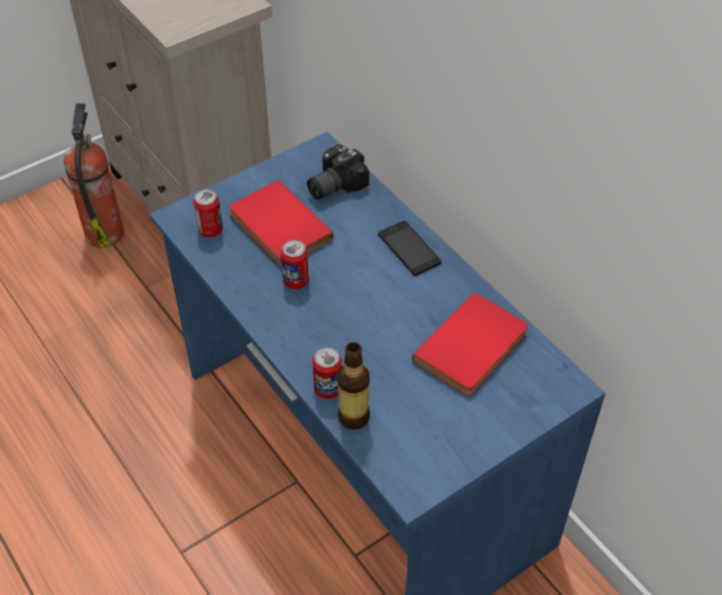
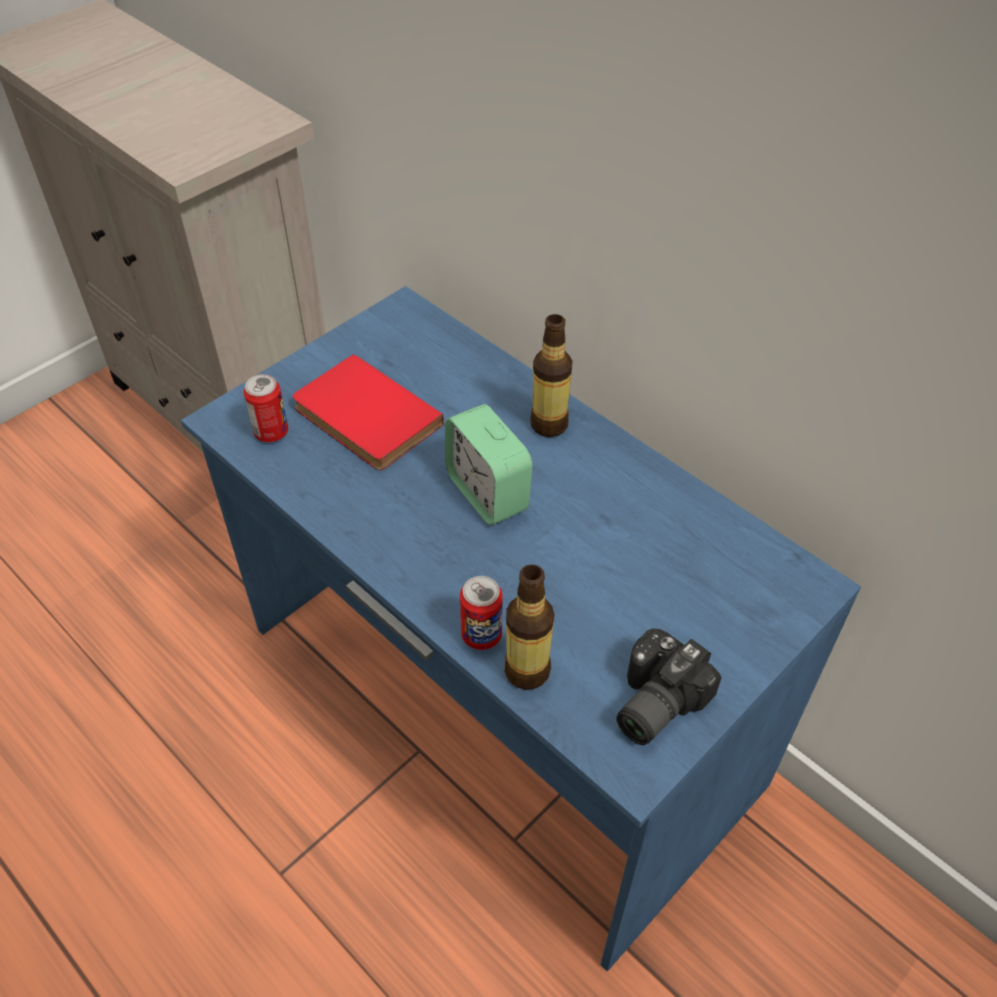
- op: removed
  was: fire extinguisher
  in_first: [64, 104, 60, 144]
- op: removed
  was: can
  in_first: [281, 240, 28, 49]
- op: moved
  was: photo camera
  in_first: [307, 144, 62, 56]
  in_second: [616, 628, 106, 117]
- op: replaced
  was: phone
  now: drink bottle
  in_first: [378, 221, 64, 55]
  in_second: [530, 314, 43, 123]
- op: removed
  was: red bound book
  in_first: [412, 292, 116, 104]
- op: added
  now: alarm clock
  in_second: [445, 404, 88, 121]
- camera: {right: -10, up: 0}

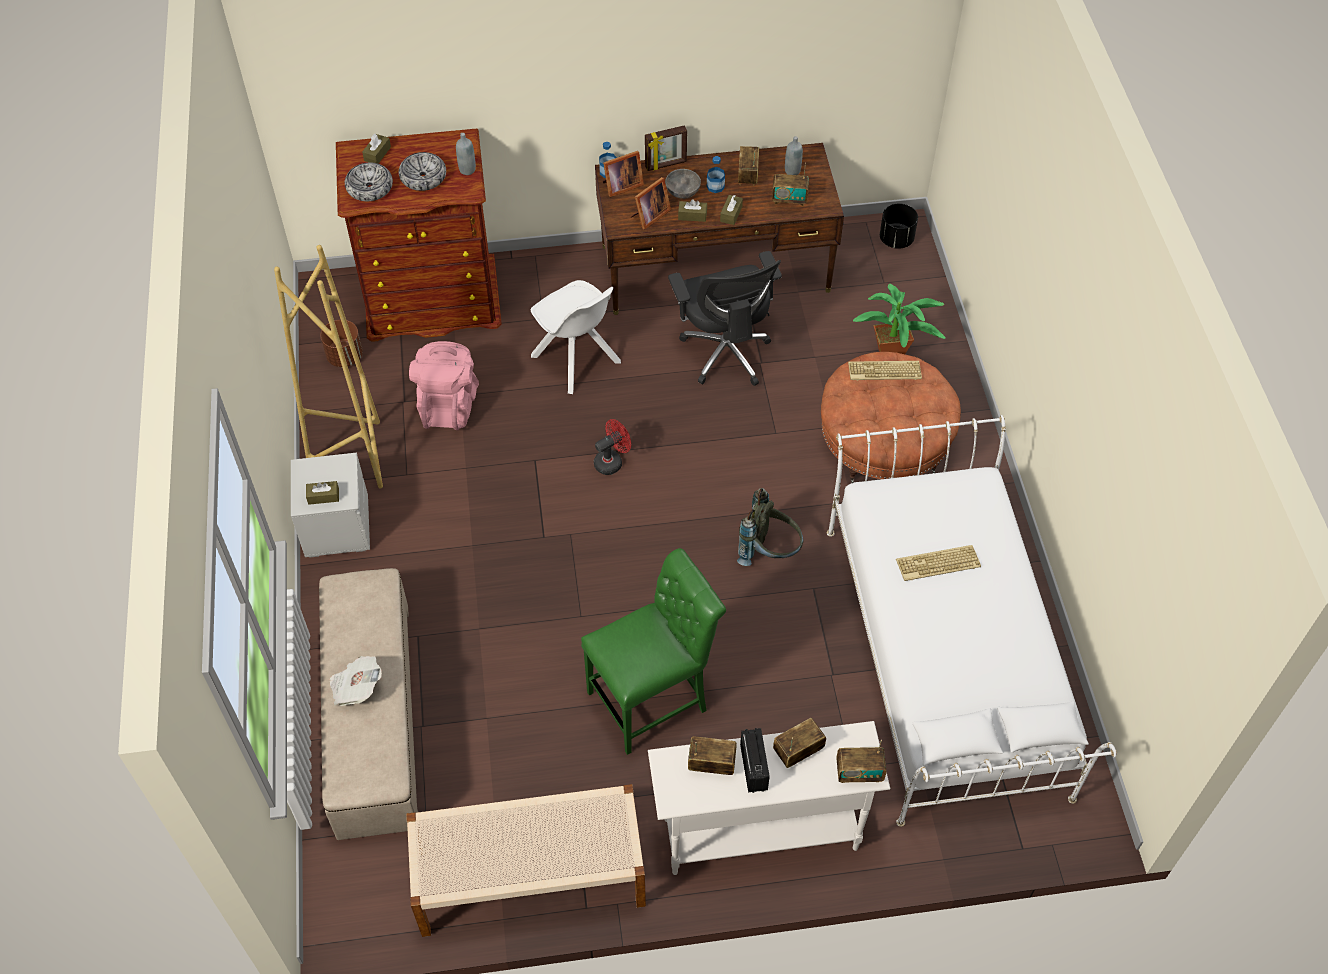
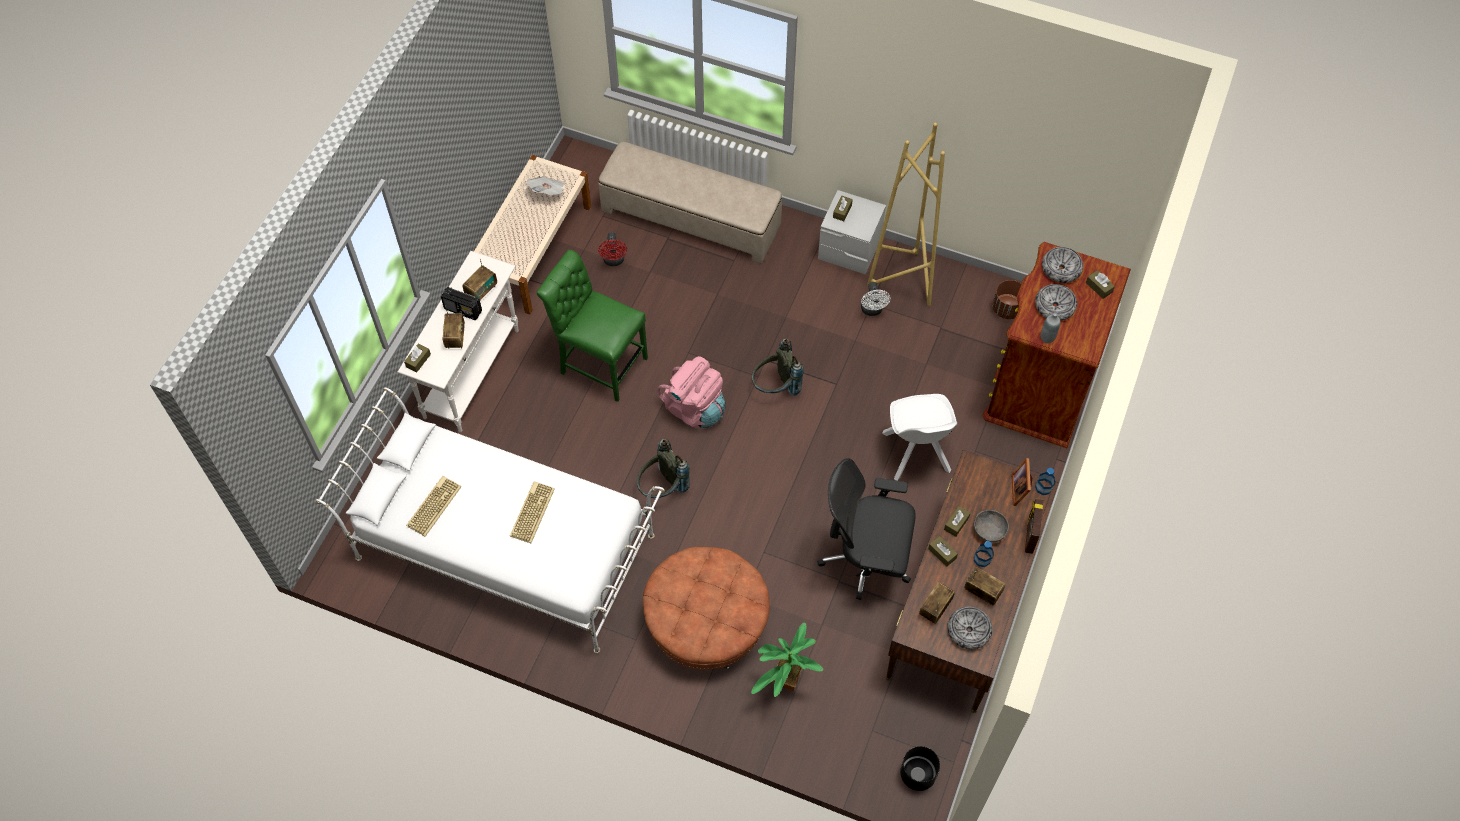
- op: moved
  was: daily paper
  in_first: [330, 656, 52, 50]
  in_second: [526, 176, 39, 19]
- op: moved
  was: pink-coloured backpack
  in_first: [409, 341, 70, 90]
  in_second: [657, 356, 69, 72]
- op: turned
  was: white chair
  in_first: [531, 280, 90, 114]
  in_second: [882, 394, 75, 87]
  clockwise: -90
- op: turned
  was: green chair
  in_first: [581, 548, 145, 207]
  in_second: [537, 250, 111, 152]
  clockwise: 120
- op: moved
  was: red electric fan
  in_first: [594, 419, 37, 56]
  in_second: [598, 232, 29, 34]
- op: removed
  was: standing frame
  in_first: [631, 177, 40, 53]
- op: replaced
  was: greyish drink bottle
  now: serving bowl
  in_first: [785, 136, 18, 39]
  in_second: [947, 606, 45, 44]
- op: replaced
  was: radio
  now: brown tissue holder
  in_first: [836, 740, 50, 43]
  in_second: [404, 343, 27, 30]
- op: moved
  was: PC keyboard
  in_first: [848, 361, 74, 20]
  in_second: [406, 476, 55, 61]
- op: added
  now: greyish backpack
  in_second: [752, 339, 52, 57]
- op: added
  now: white electric fan
  in_second: [861, 282, 29, 34]
- camera: {right: 120, up: 5}

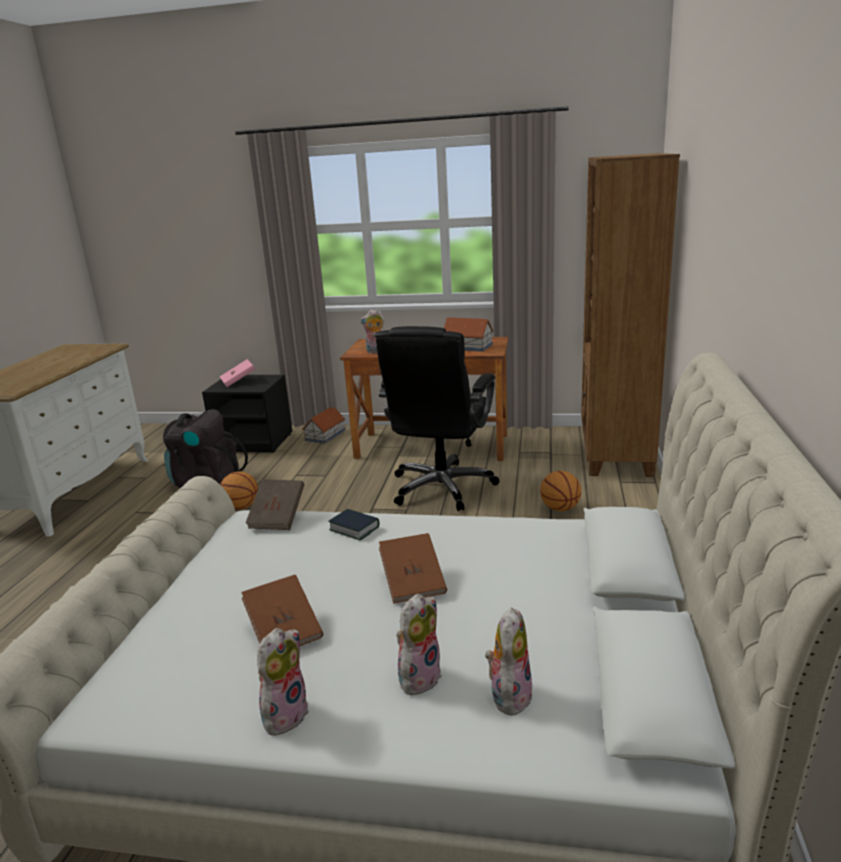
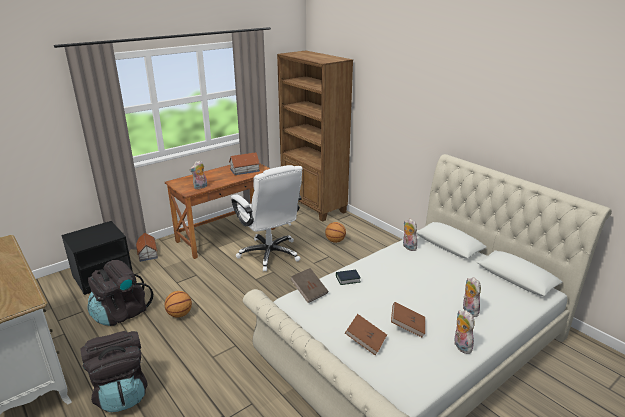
- op: removed
  was: pink-coloured bound book
  in_first: [220, 359, 35, 28]
- op: recoloured
  was: black desk chair
  now: white desk chair
  in_first: [375, 326, 125, 185]
  in_second: [231, 165, 71, 107]
- op: moved
  was: brown bound book
  in_first: [379, 533, 68, 71]
  in_second: [345, 314, 42, 41]
- op: moved
  was: soft toy
  in_first: [485, 608, 47, 110]
  in_second: [403, 219, 14, 32]
- op: added
  now: black backpack
  in_second: [80, 331, 68, 81]
- camera: {right: -50, up: 5}

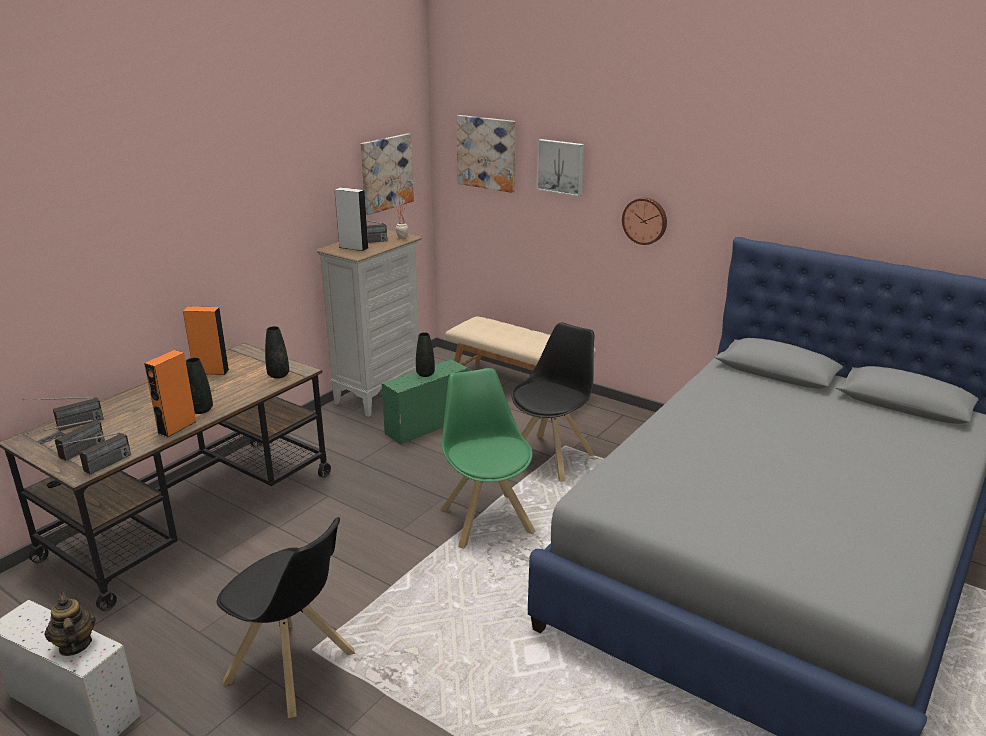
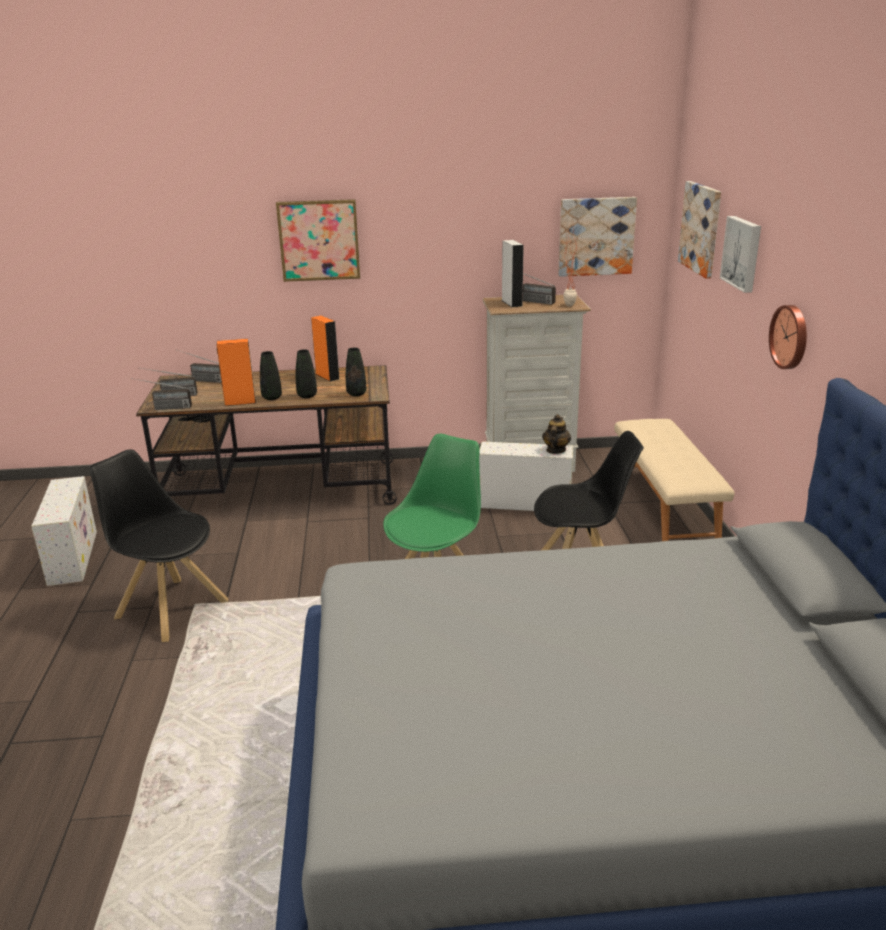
- op: moved
  was: teapot
  in_first: [45, 591, 51, 65]
  in_second: [542, 414, 29, 40]
- op: turned
  was: black chair
  in_first: [217, 517, 138, 201]
  in_second: [90, 449, 138, 193]
  clockwise: 135
- op: recoloured
  was: green storage bin
  now: white storage bin
  in_first: [382, 359, 86, 86]
  in_second: [479, 442, 94, 69]
- op: moved
  was: black decorative vase
  in_first: [416, 333, 19, 44]
  in_second: [296, 349, 21, 49]
- op: added
  now: picture
  in_second: [276, 199, 84, 83]
- camera: {right: 50, up: 0}

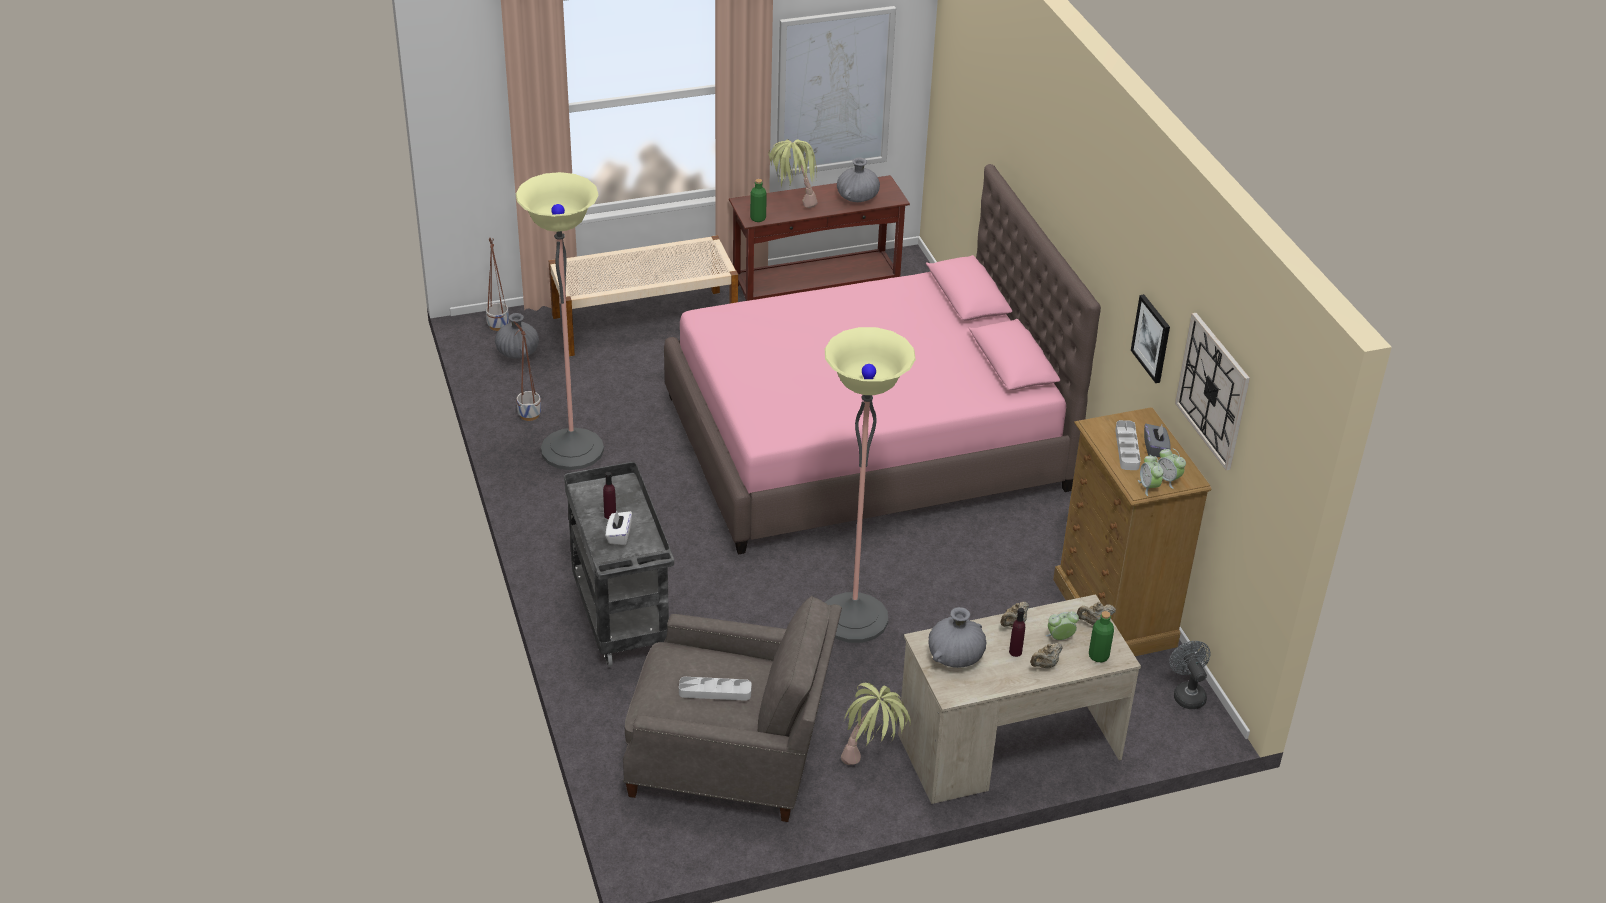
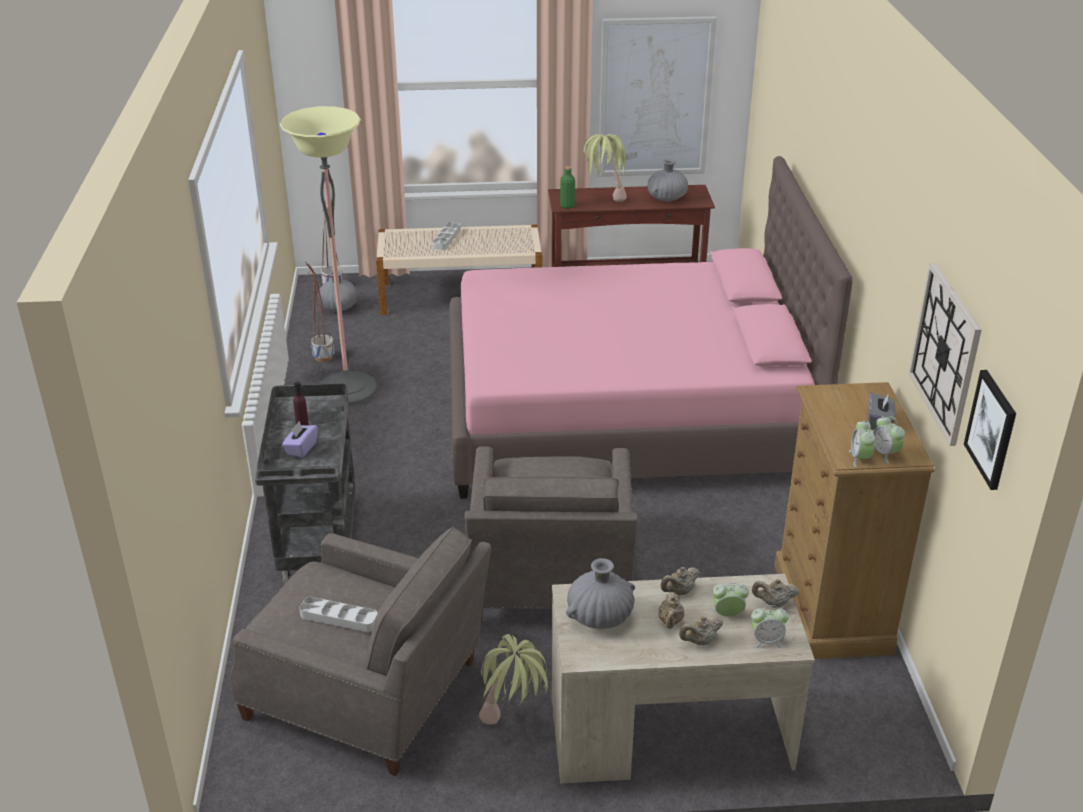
- op: recoloured
  was: white tissue holder
  now: purple tissue holder
  in_first: [606, 510, 26, 35]
  in_second: [282, 421, 36, 37]
- op: replaced
  was: floor lamp
  now: greyish easy chair
  in_first: [825, 327, 91, 316]
  in_second: [464, 446, 174, 177]
- op: replaced
  was: purple drink bottle
  now: beige teapot
  in_first: [1009, 608, 16, 49]
  in_second: [659, 592, 25, 37]
- op: replaced
  was: green drink bottle
  now: alarm clock
  in_first: [1089, 611, 25, 51]
  in_second: [751, 605, 38, 43]
- op: moved
  was: greyish serving tray
  in_first: [1115, 420, 26, 50]
  in_second: [433, 222, 28, 28]
- op: moved
  was: picture
  in_first: [1131, 294, 39, 89]
  in_second: [964, 370, 52, 120]
- op: removed
  was: greyish electric fan
  in_first: [1169, 641, 42, 68]
- camera: {right: 15, up: -5}

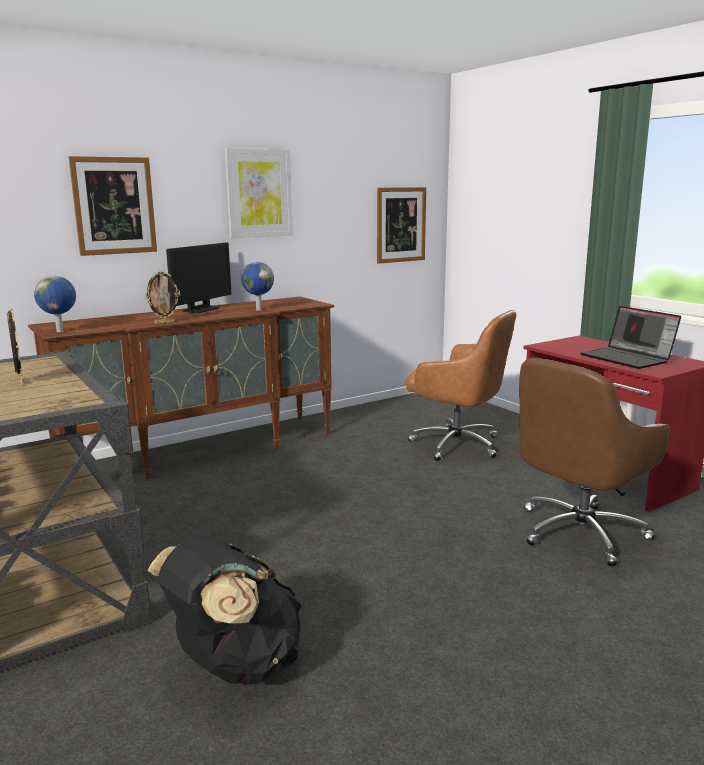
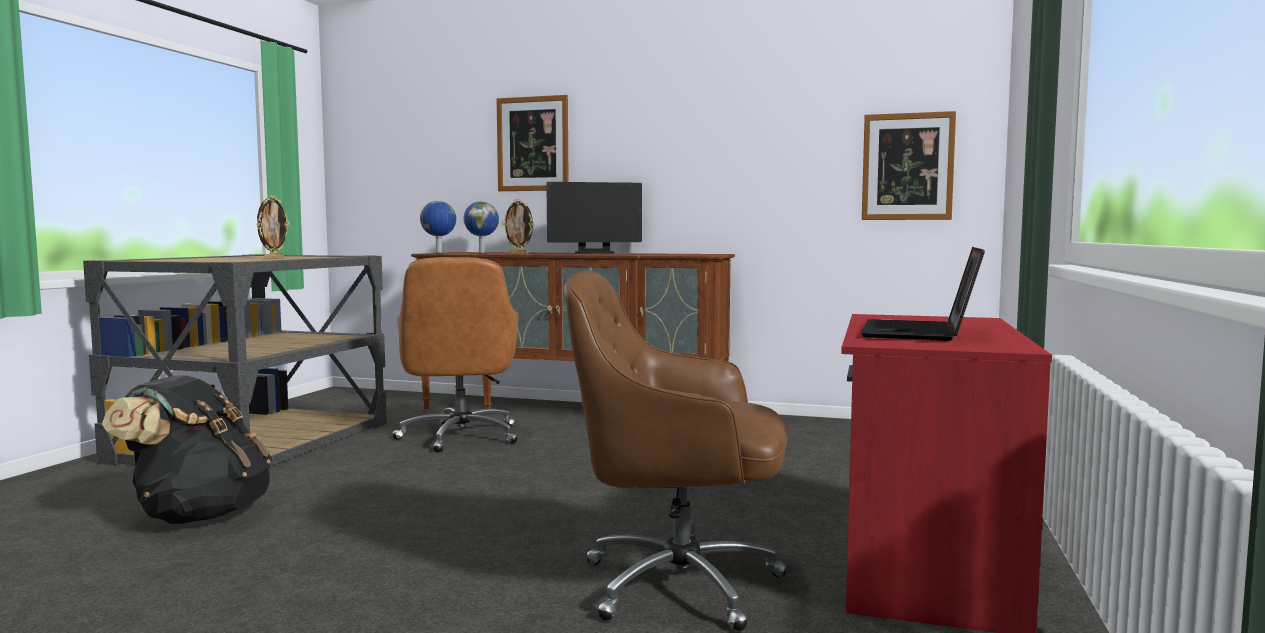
- op: removed
  was: picture
  in_first: [225, 148, 68, 90]
- op: moved
  was: globe
  in_first: [241, 262, 33, 49]
  in_second: [464, 201, 35, 52]
- op: moved
  was: brown desk chair
  in_first: [405, 310, 111, 151]
  in_second: [393, 257, 126, 195]
- camera: {right: 50, up: -10}

